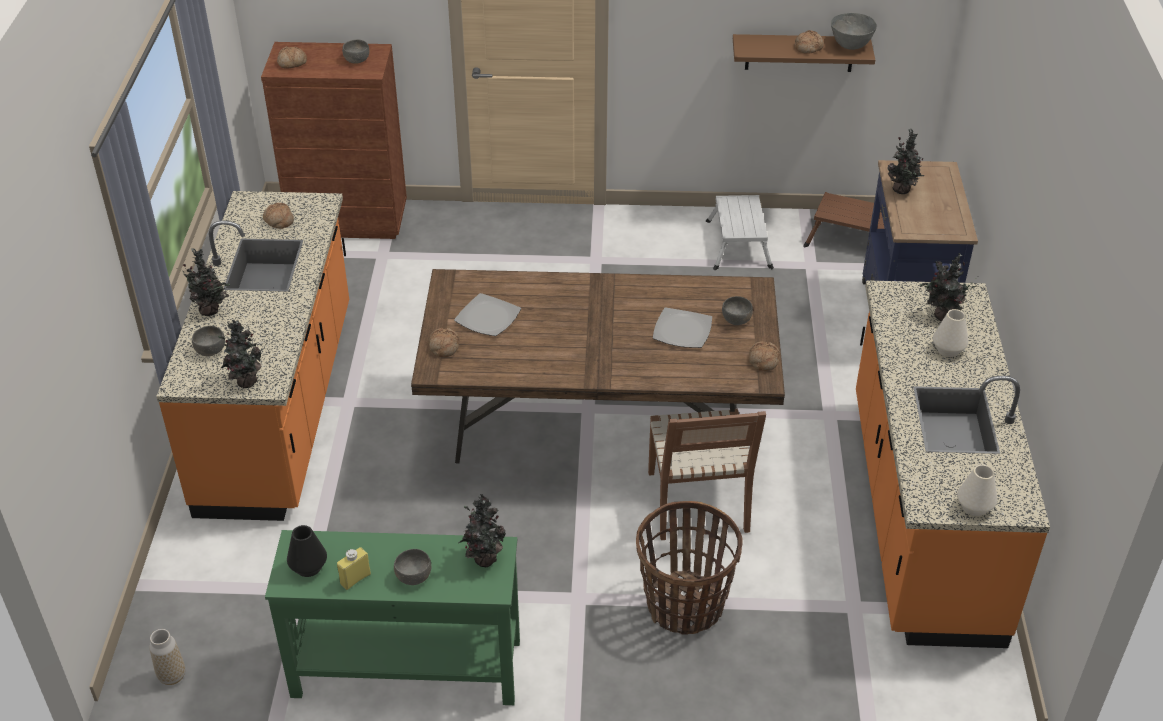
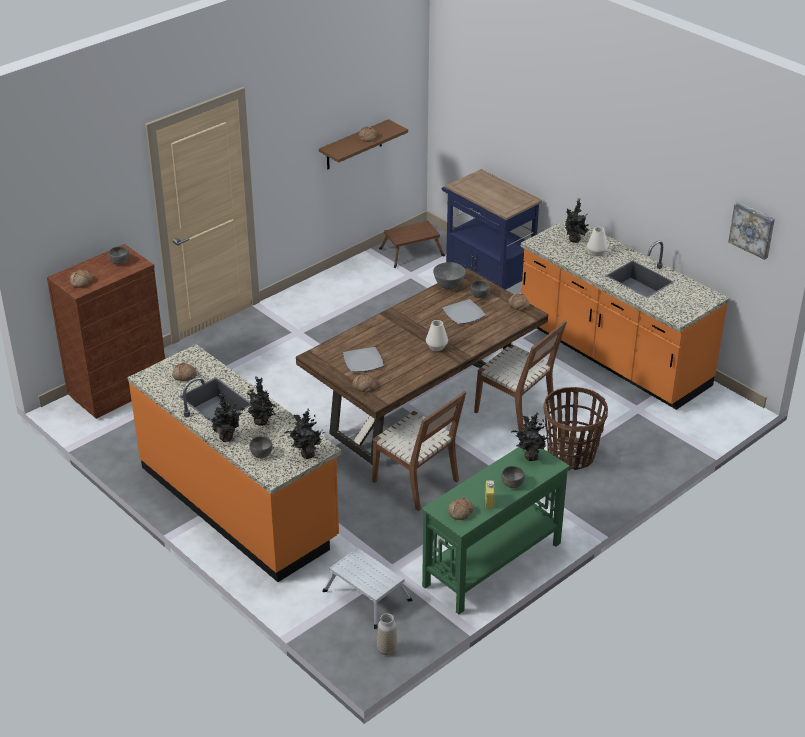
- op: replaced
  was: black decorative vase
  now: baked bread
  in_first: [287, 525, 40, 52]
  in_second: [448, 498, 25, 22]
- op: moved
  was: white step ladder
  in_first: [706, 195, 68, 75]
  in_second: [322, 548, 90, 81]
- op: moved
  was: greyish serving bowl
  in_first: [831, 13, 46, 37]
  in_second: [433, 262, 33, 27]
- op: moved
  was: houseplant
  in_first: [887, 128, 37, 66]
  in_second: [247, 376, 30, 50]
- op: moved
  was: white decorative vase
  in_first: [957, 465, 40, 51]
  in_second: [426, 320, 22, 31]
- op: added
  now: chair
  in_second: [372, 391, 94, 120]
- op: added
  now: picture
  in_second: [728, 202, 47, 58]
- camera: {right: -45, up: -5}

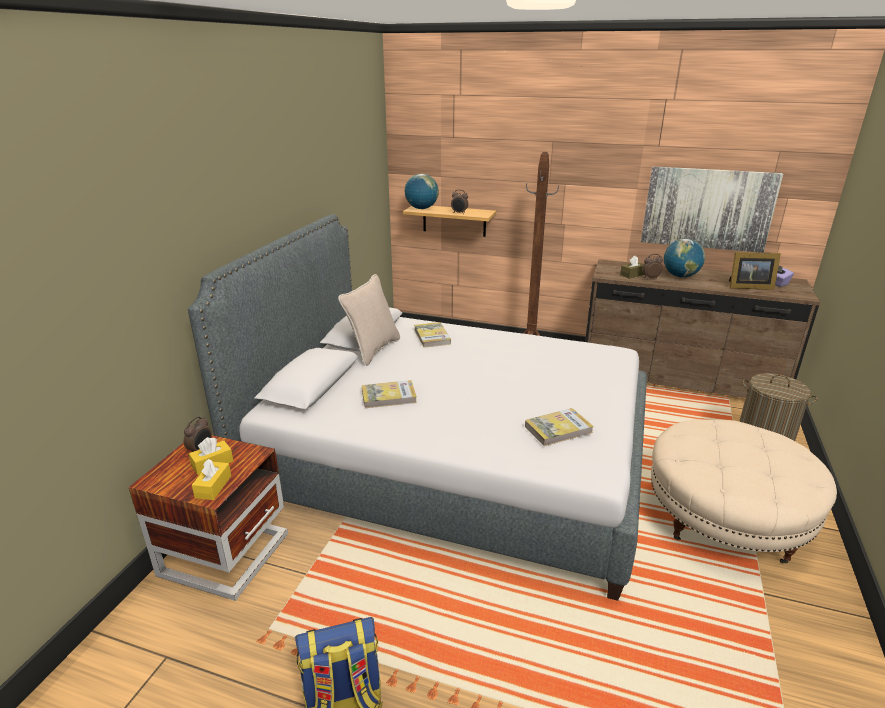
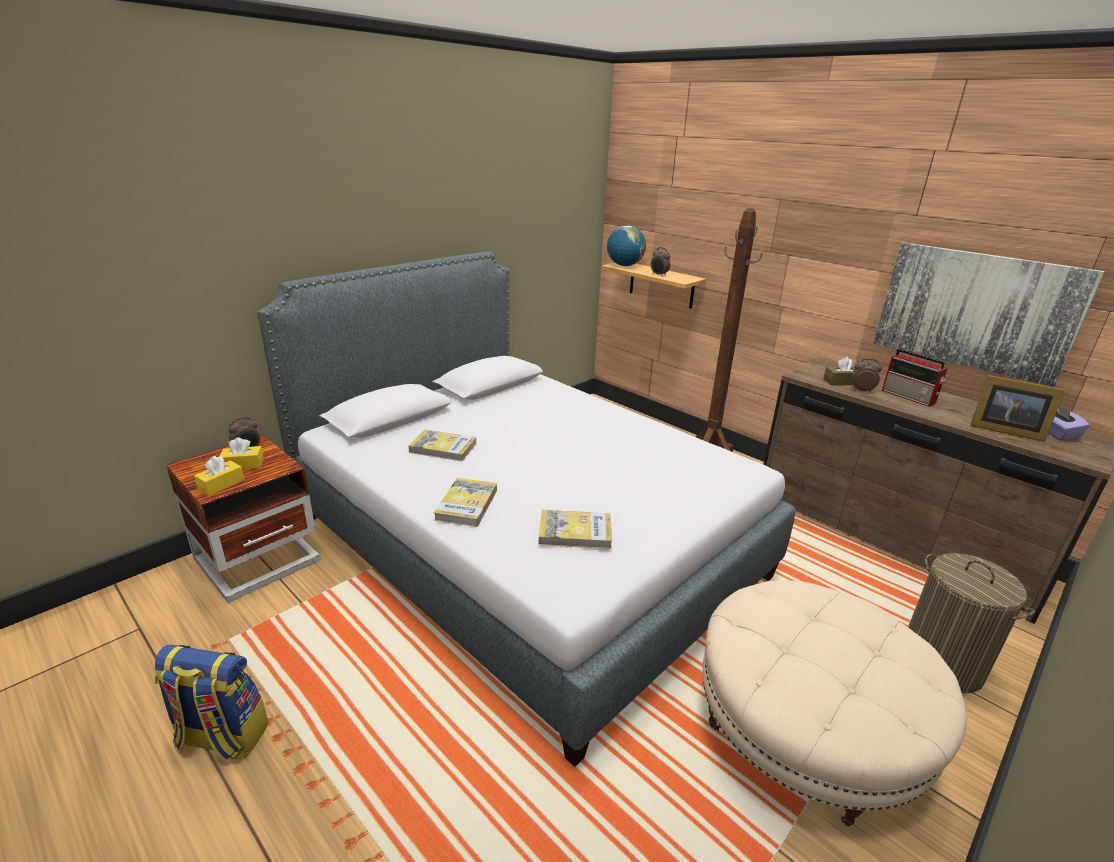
- op: removed
  was: beige throw pillow
  in_first: [338, 274, 62, 92]
- op: moved
  was: bound book
  in_first: [414, 322, 37, 26]
  in_second: [434, 478, 63, 49]
- op: replaced
  was: globe
  now: radio
  in_first: [664, 239, 41, 39]
  in_second: [882, 349, 66, 58]
- camera: {right: 25, up: 0}

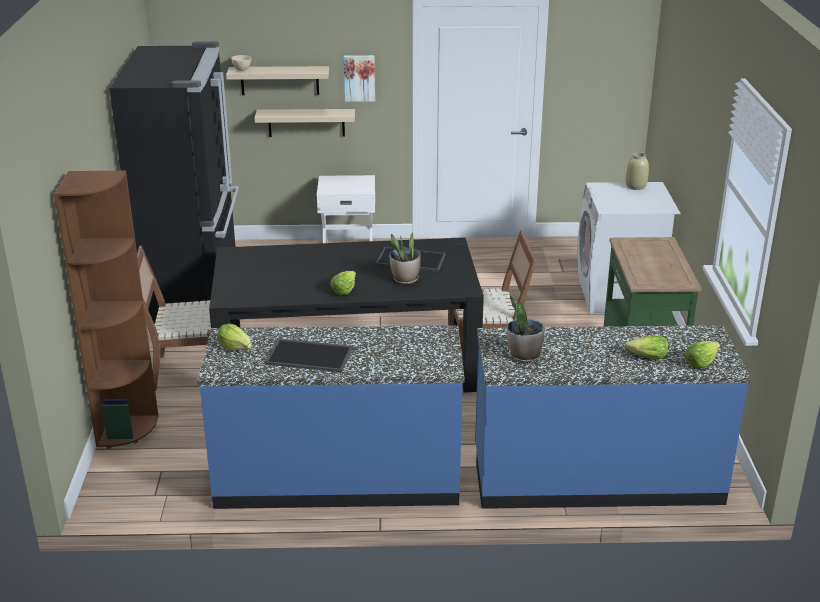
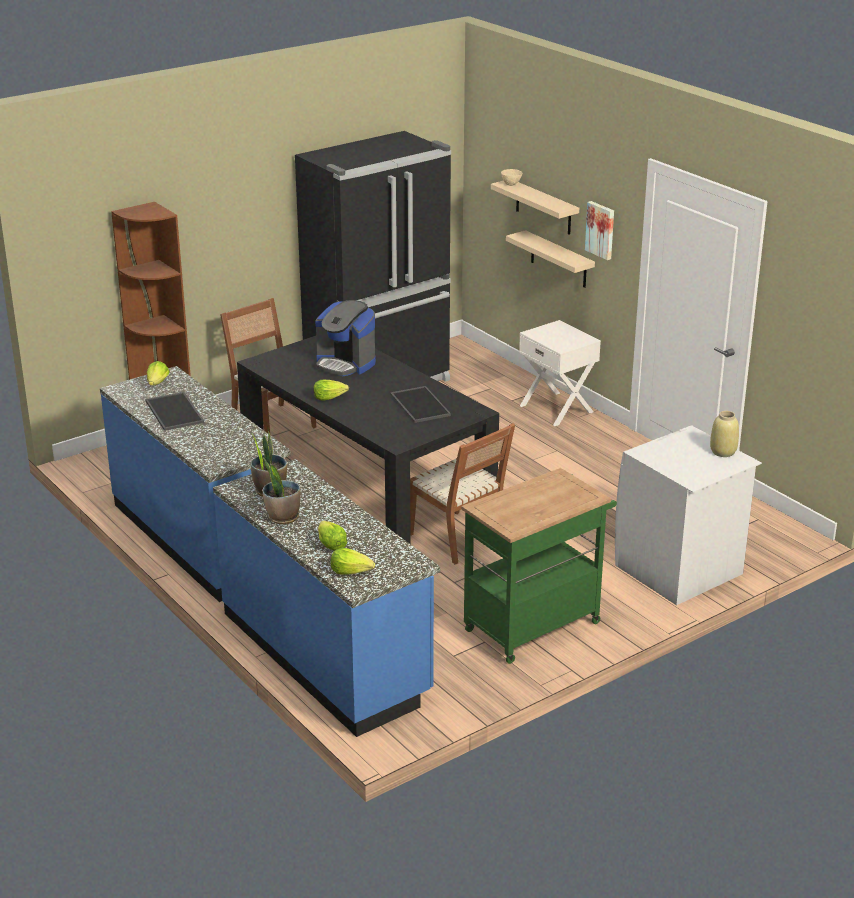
- op: moved
  was: houseplant
  in_first: [389, 232, 32, 52]
  in_second: [262, 458, 39, 66]
- op: added
  now: coffee brewer
  in_second: [315, 300, 61, 76]
- camera: {right: 55, up: 0}

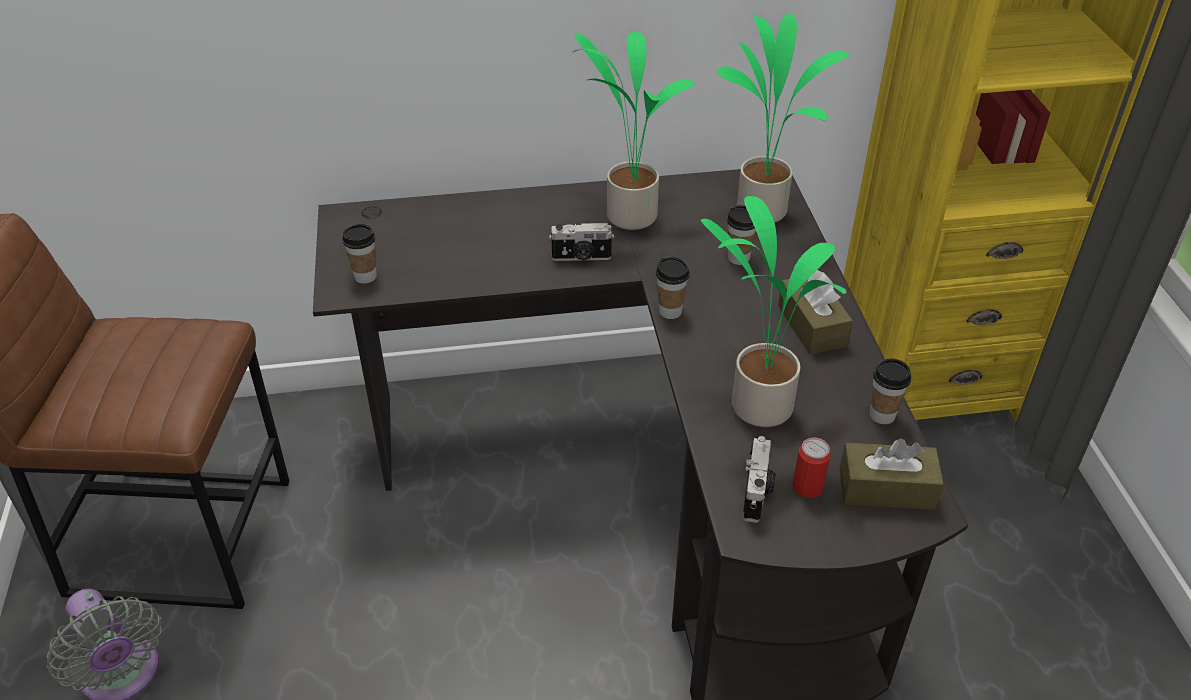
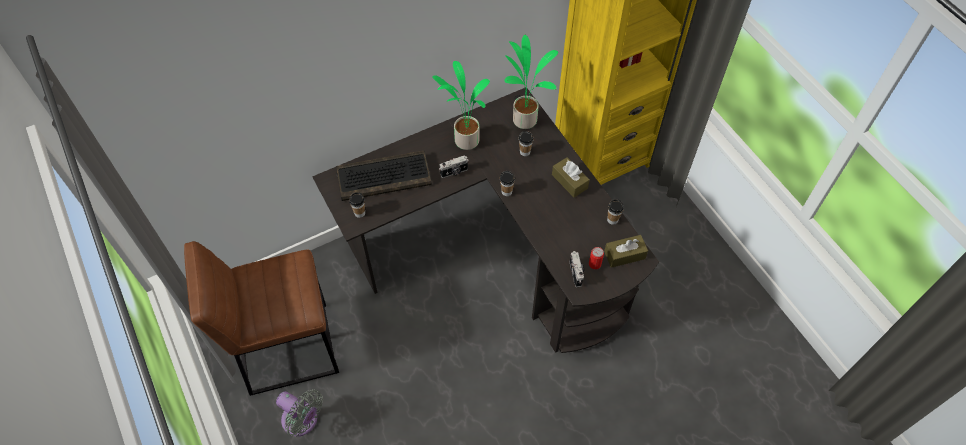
- op: removed
  was: houseplant
  in_first: [701, 196, 145, 231]
- op: added
  now: PC keyboard
  in_second: [336, 151, 96, 50]
- camera: {right: -20, up: 15}

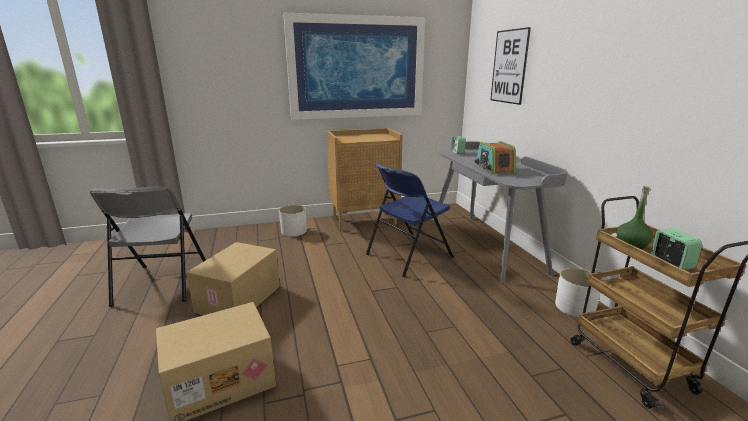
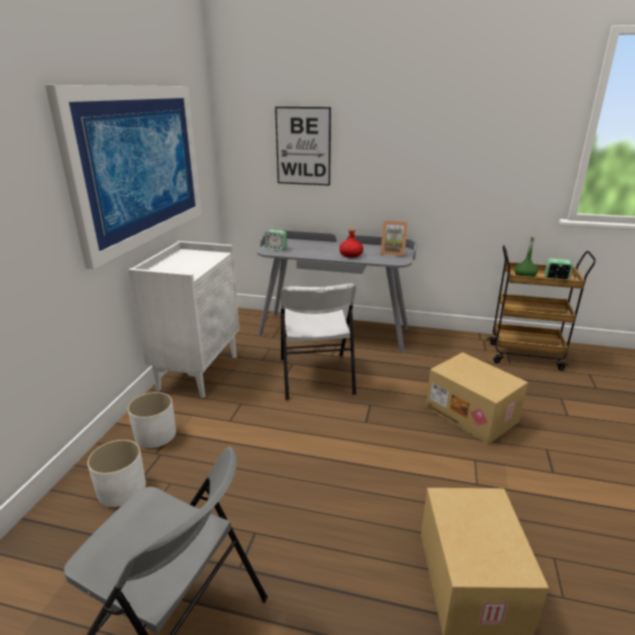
- op: moved
  was: cardboard box
  in_first: [186, 242, 94, 73]
  in_second: [426, 352, 102, 93]
- op: recoloured
  was: brown cabinet
  now: white cabinet
  in_first: [326, 128, 77, 103]
  in_second: [128, 241, 111, 157]
- op: recoloured
  was: blue chair
  now: white chair
  in_first: [366, 162, 88, 116]
  in_second: [280, 284, 76, 116]
- op: replaced
  was: radio
  now: red drink bottle
  in_first: [475, 141, 40, 33]
  in_second: [339, 229, 24, 29]
- op: moved
  was: white flower pot
  in_first: [555, 268, 48, 50]
  in_second: [87, 440, 59, 67]
- op: added
  now: standing frame
  in_second: [380, 221, 28, 35]
- camera: {right: -60, up: 5}

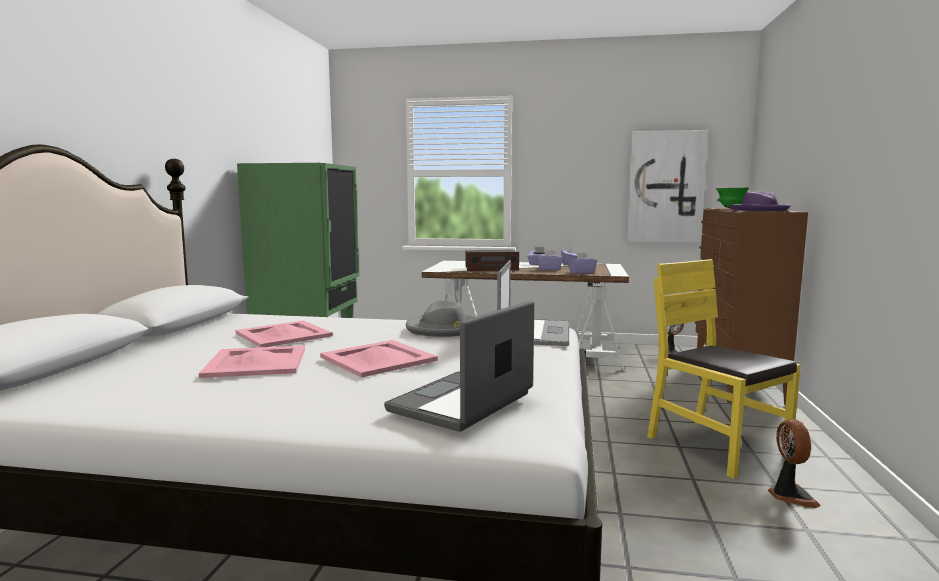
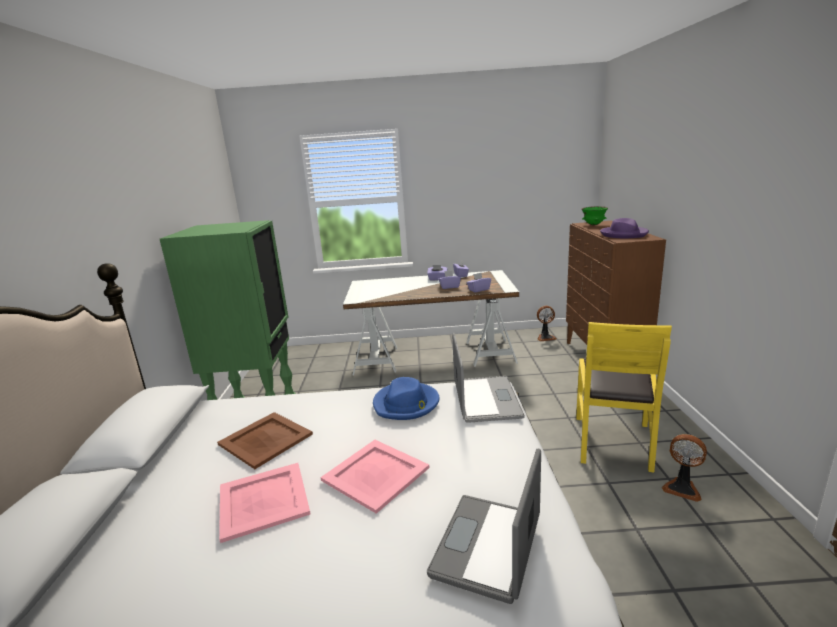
- op: recoloured
  was: pink-coloured serving tray
  now: brown serving tray
  in_first: [235, 321, 98, 26]
  in_second: [217, 412, 96, 57]
- op: recoloured
  was: greyish clothing hat
  now: blue clothing hat
  in_first: [406, 300, 68, 37]
  in_second: [373, 377, 67, 43]
- op: removed
  was: radio
  in_first: [465, 250, 54, 21]
- op: removed
  was: picture
  in_first: [627, 130, 81, 113]
- op: turned
  was: yellow-coloured chair
  in_first: [647, 259, 154, 220]
  in_second: [576, 322, 96, 151]
  clockwise: -120
- op: turned
  was: electric fan
  in_first: [768, 419, 53, 89]
  in_second: [662, 434, 45, 68]
  clockwise: 135
- camera: {right: -10, up: 10}

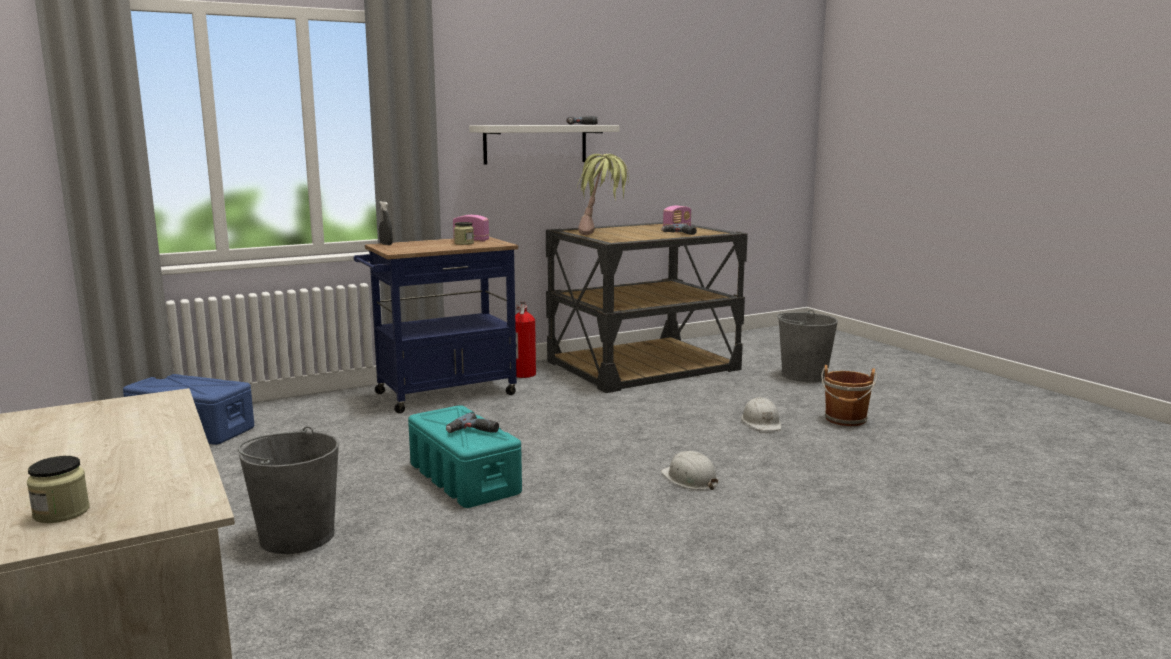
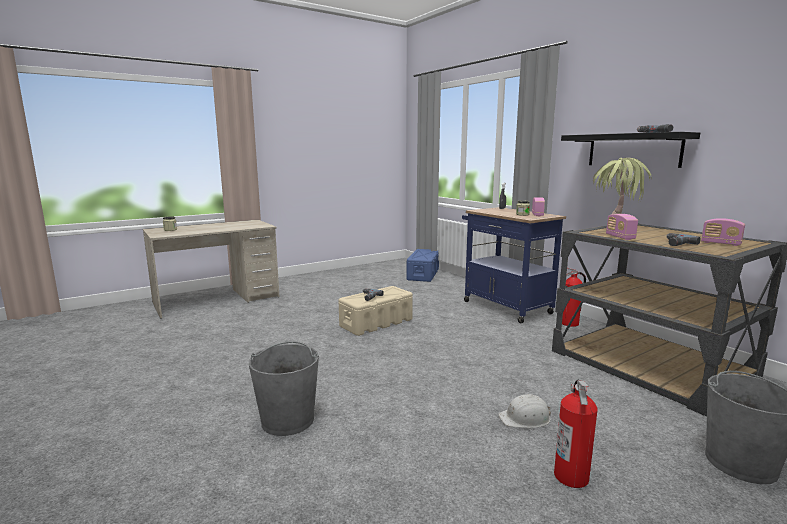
- op: moved
  was: greyish pail
  in_first: [238, 426, 101, 128]
  in_second: [249, 341, 70, 95]
- op: recoloured
  was: turquoise-coloured storage bin
  now: beige storage bin
  in_first: [408, 405, 114, 103]
  in_second: [339, 286, 74, 50]
- op: recoloured
  was: white wall shelf
  now: black wall shelf
  in_first: [469, 125, 150, 40]
  in_second: [561, 132, 139, 36]
- op: removed
  was: white work helmet
  in_first: [661, 451, 57, 39]
- op: replaced
  was: brown pail
  now: fire extinguisher
  in_first: [821, 365, 56, 61]
  in_second: [554, 380, 44, 108]
- op: added
  now: radio
  in_second: [606, 214, 32, 26]
- camera: {right: 85, up: 0}

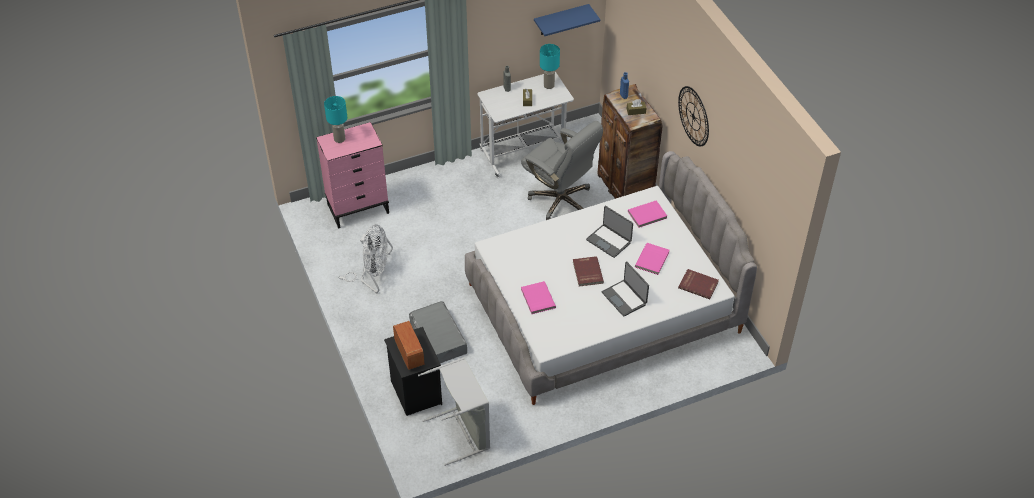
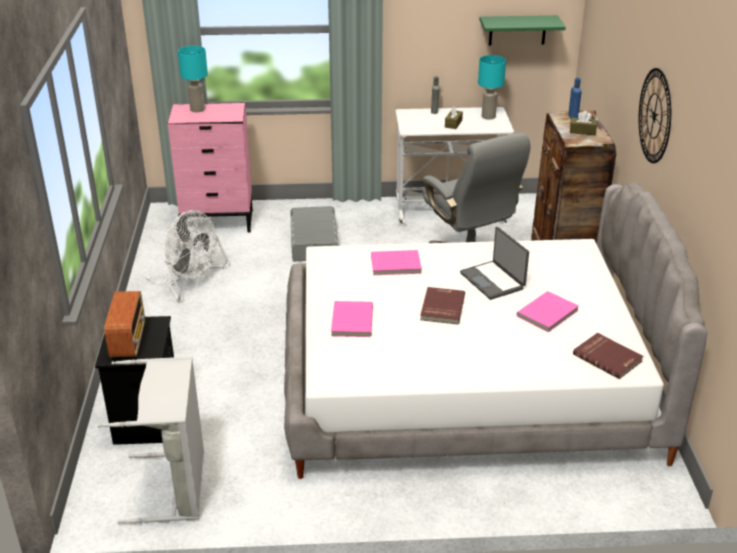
- op: moved
  was: greyish storage bin
  in_first: [409, 301, 58, 62]
  in_second: [290, 206, 49, 56]
- op: recoloured
  was: blue wall shelf
  now: green wall shelf
  in_first: [534, 4, 66, 32]
  in_second: [479, 15, 87, 31]
- op: removed
  was: notebook computer
  in_first: [602, 261, 47, 56]
- op: moved
  was: pink-coloured bound book
  in_first: [628, 201, 39, 27]
  in_second: [371, 250, 51, 25]
- camera: {right: 20, up: -15}

